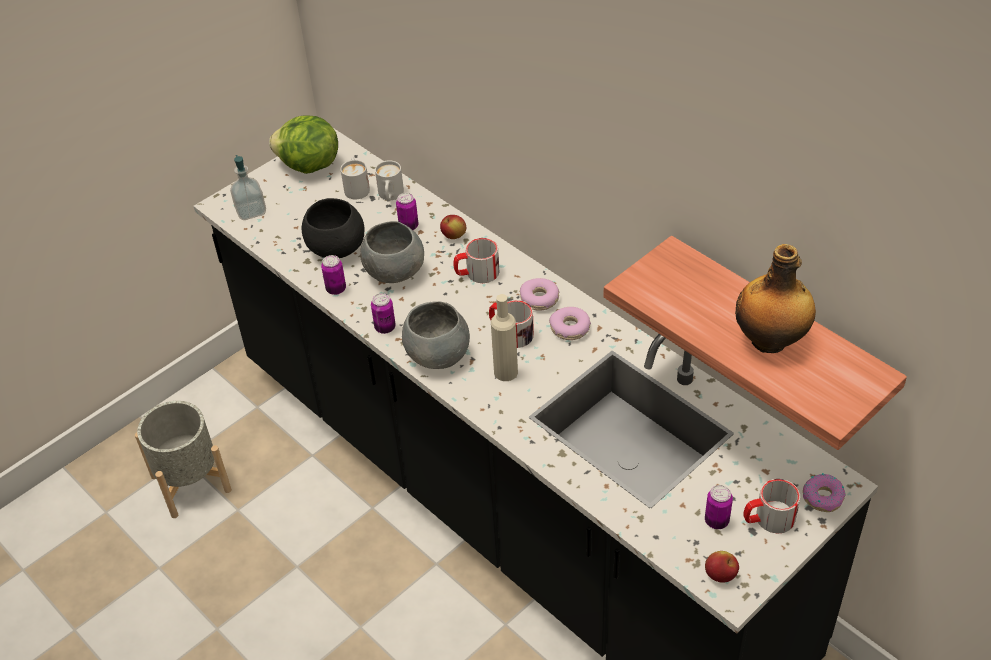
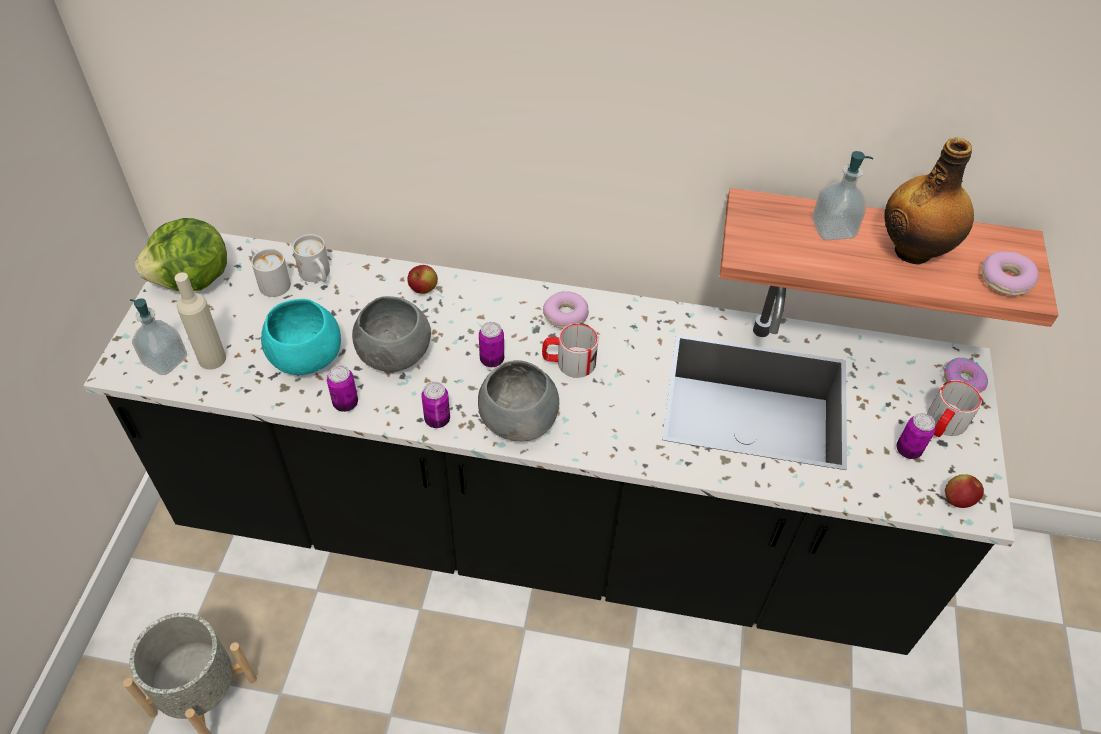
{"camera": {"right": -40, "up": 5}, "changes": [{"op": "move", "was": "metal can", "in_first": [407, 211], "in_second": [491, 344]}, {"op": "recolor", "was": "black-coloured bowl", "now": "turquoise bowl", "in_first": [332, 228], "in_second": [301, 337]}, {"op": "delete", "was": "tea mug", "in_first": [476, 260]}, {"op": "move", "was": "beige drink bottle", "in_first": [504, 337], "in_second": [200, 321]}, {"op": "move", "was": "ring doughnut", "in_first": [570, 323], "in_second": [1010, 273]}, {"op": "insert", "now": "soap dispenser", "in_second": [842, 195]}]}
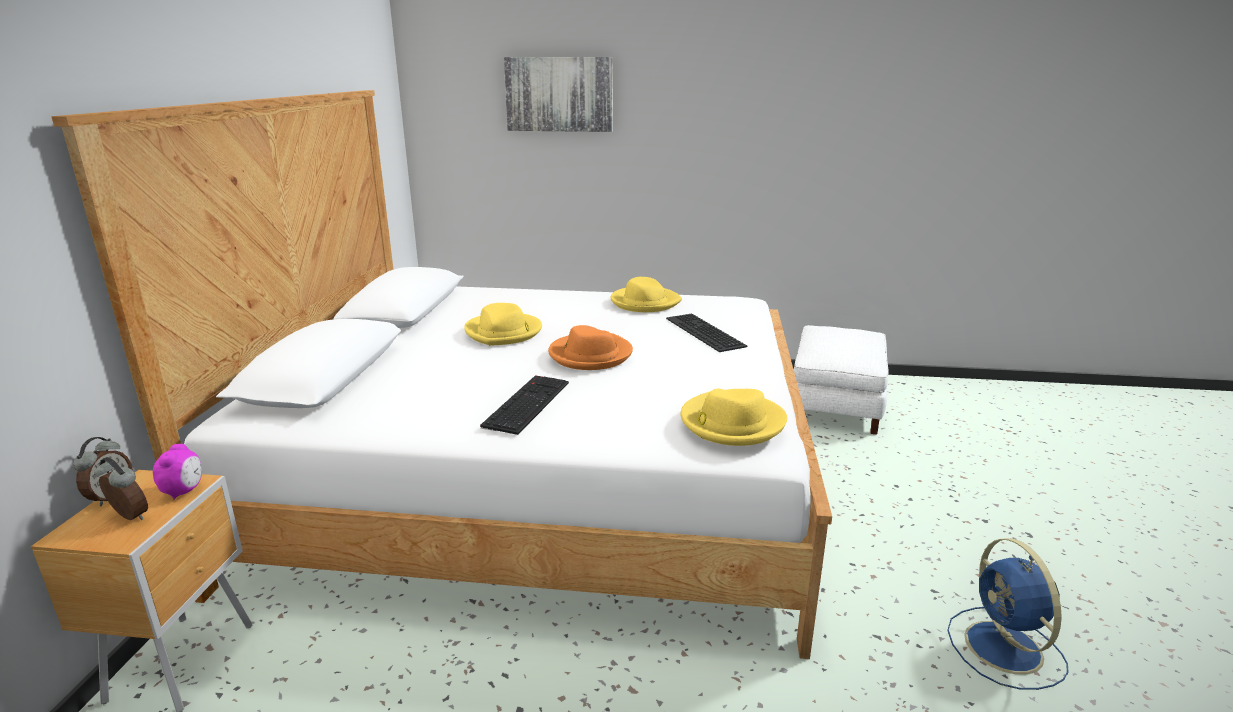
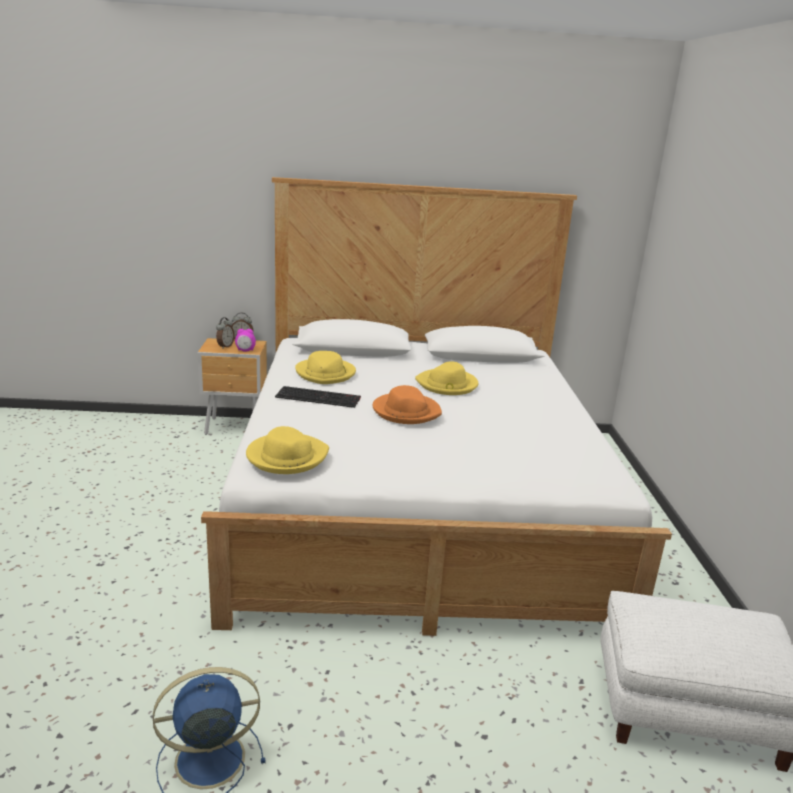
{"camera": {"right": 80, "up": 0}, "changes": [{"op": "delete", "was": "wall picture", "in_first": [558, 94]}, {"op": "move", "was": "yellowish wearable hat", "in_first": [646, 294], "in_second": [325, 367]}, {"op": "delete", "was": "keyboard", "in_first": [706, 333]}]}
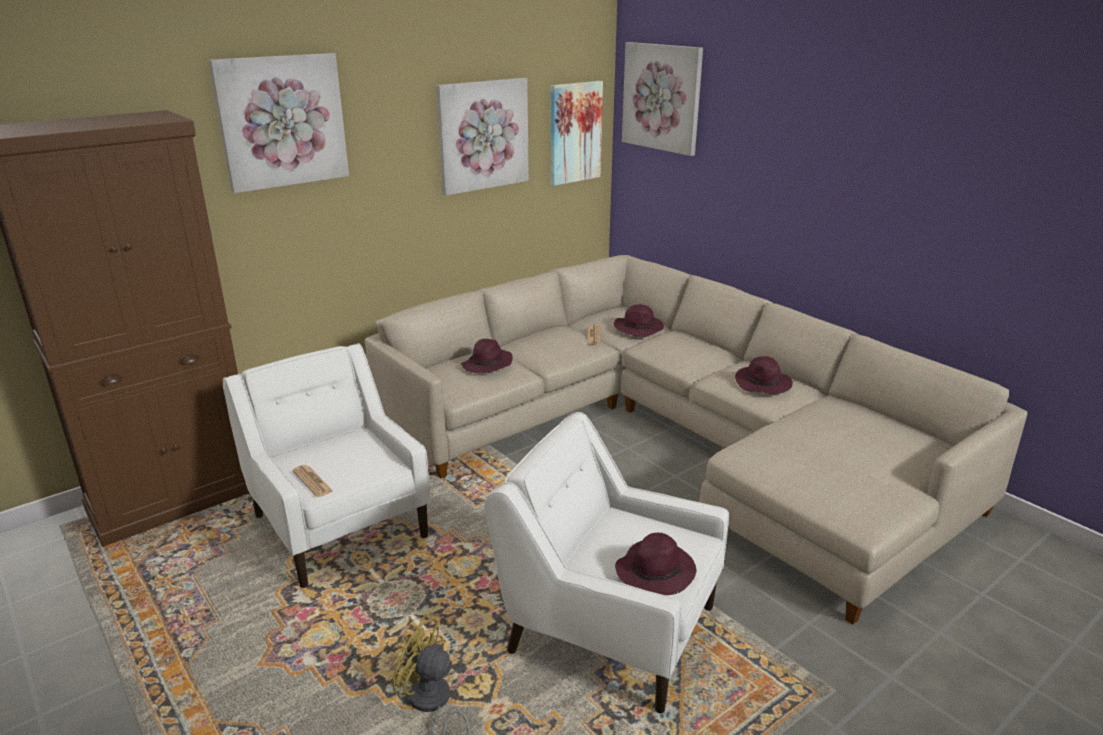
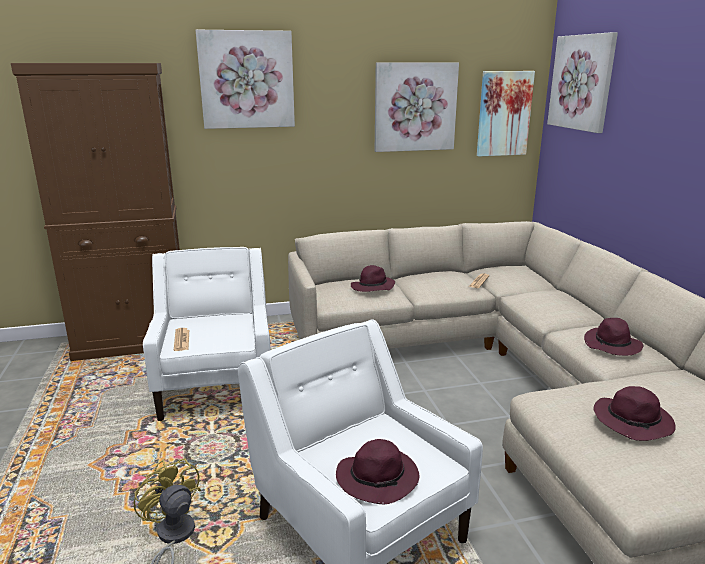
{"camera": {"right": 25, "up": -5}, "changes": [{"op": "move", "was": "purplish wearable hat", "in_first": [639, 320], "in_second": [634, 413]}]}
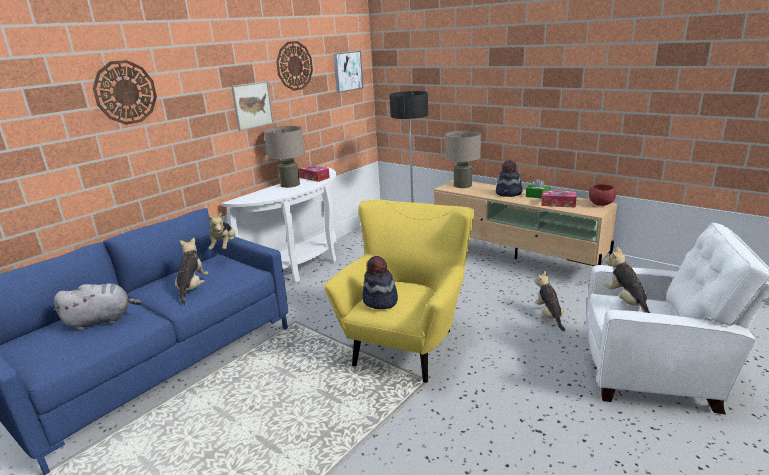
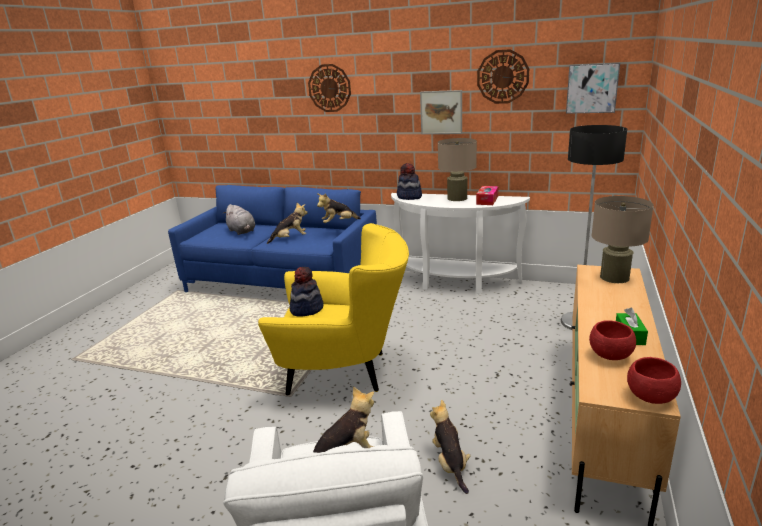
{"camera": {"right": 70, "up": 0}, "changes": [{"op": "move", "was": "wearable hat", "in_first": [509, 178], "in_second": [409, 181]}, {"op": "replace", "was": "tissue holder", "now": "red-coloured bowl", "in_first": [558, 199], "in_second": [612, 340]}, {"op": "rotate", "was": "soft toy", "in_first": [550, 301], "in_second": [450, 447], "clockwise": -75}]}
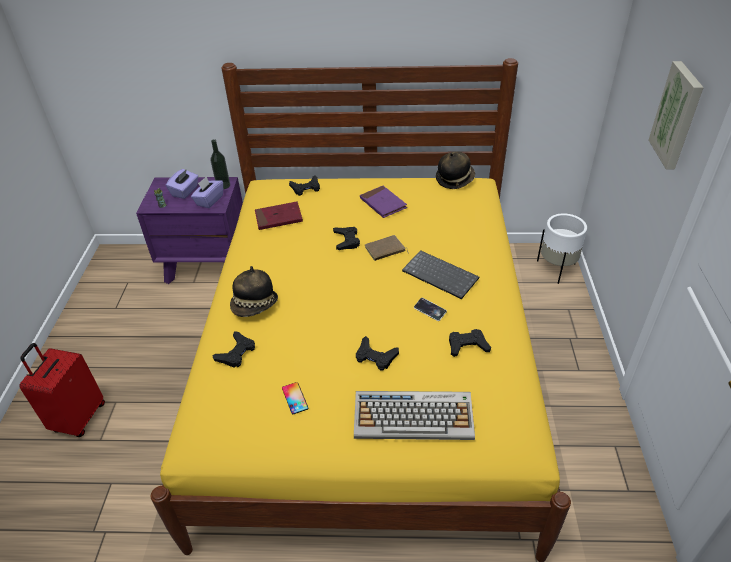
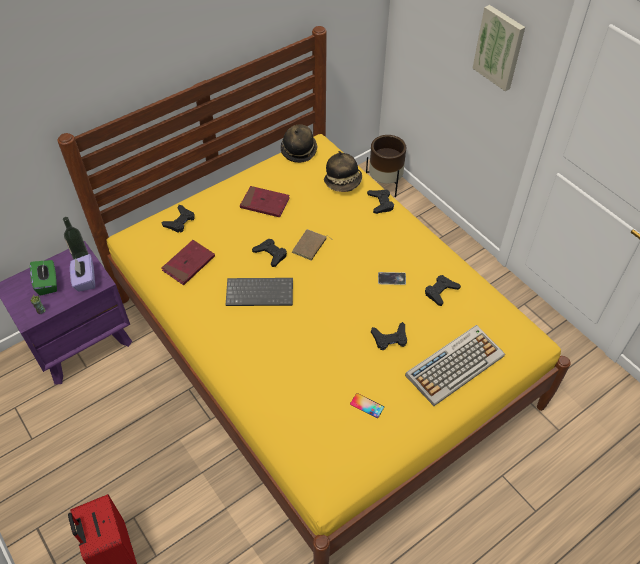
{"camera": {"right": -40, "up": 10}, "changes": [{"op": "recolor", "was": "purplish tissue holder", "now": "green-coloured tissue holder", "in_first": [182, 184], "in_second": [43, 277]}, {"op": "recolor", "was": "purplish book", "now": "red-coloured book", "in_first": [383, 202], "in_second": [265, 201]}, {"op": "recolor", "was": "white-coloured plant pot", "now": "brownish plant pot", "in_first": [562, 248], "in_second": [386, 166]}, {"op": "move", "was": "keyboard", "in_first": [440, 274], "in_second": [259, 292]}, {"op": "move", "was": "wearable hat", "in_first": [254, 291], "in_second": [343, 171]}, {"op": "move", "was": "black-coloured gamepad", "in_first": [233, 349], "in_second": [380, 202]}]}
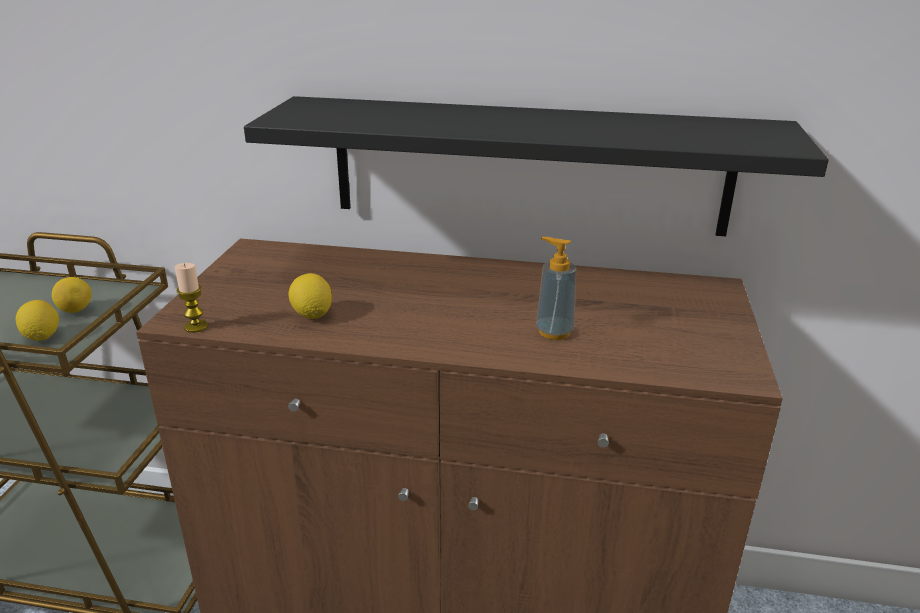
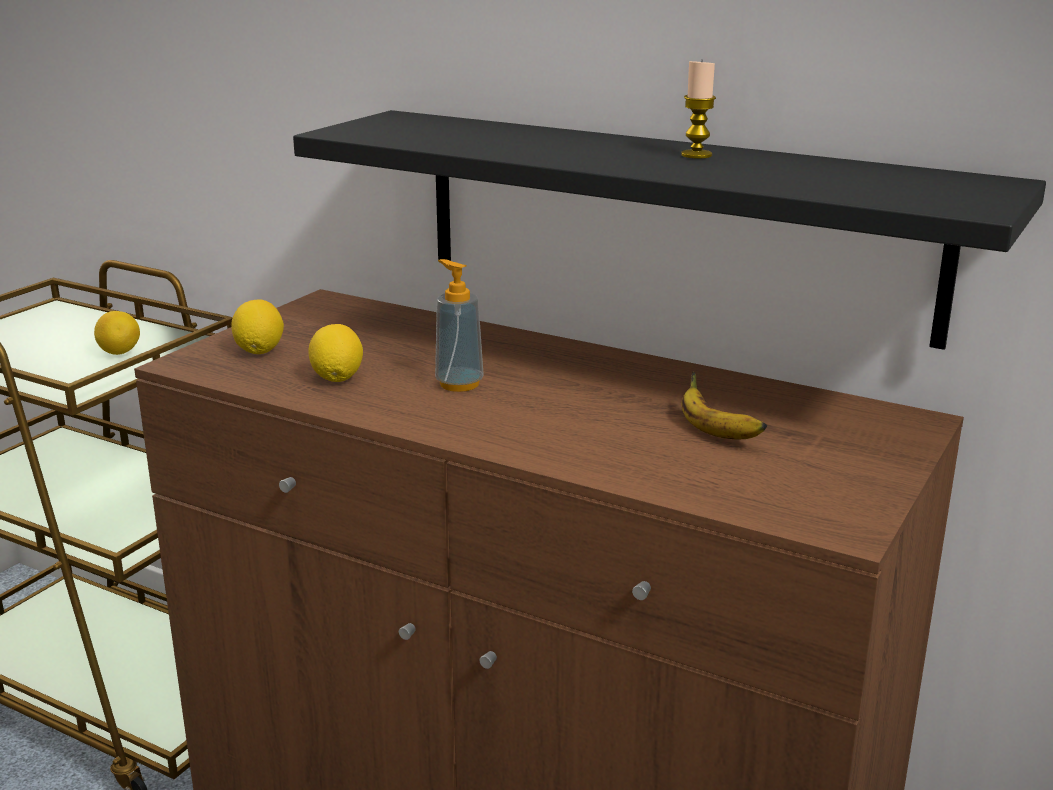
{"camera": {"right": 20, "up": -5}, "changes": [{"op": "move", "was": "soap dispenser", "in_first": [556, 288], "in_second": [459, 325]}, {"op": "move", "was": "wax light", "in_first": [191, 298], "in_second": [698, 109]}, {"op": "move", "was": "whole lemon", "in_first": [37, 320], "in_second": [257, 326]}, {"op": "insert", "now": "banana", "in_second": [724, 405]}]}
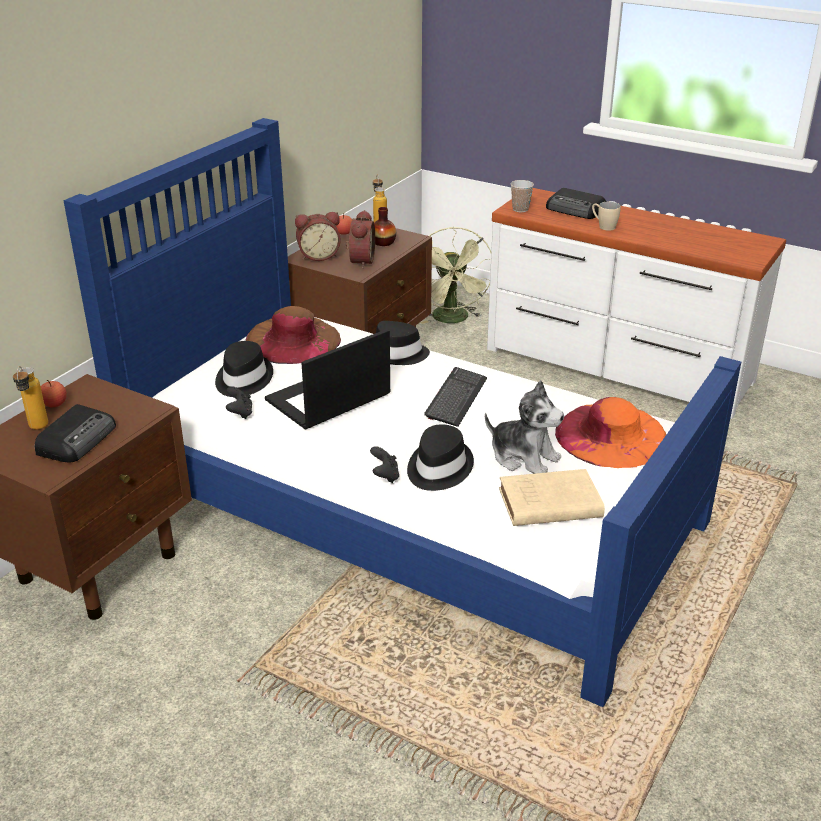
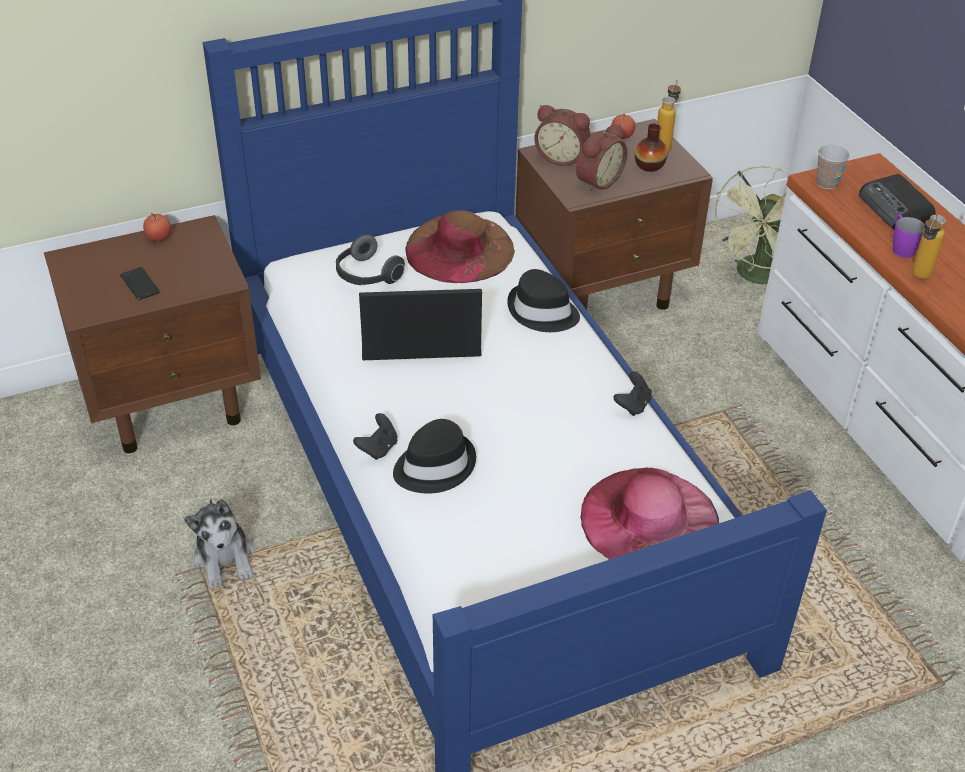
{"camera": {"right": 35, "up": 10}, "changes": [{"op": "recolor", "was": "beige tea mug", "now": "purplish tea mug", "in_first": [606, 216], "in_second": [909, 236]}, {"op": "replace", "was": "black-coloured wearable hat", "now": "headphones", "in_first": [244, 369], "in_second": [370, 259]}, {"op": "move", "was": "drink bottle", "in_first": [30, 398], "in_second": [929, 246]}, {"op": "delete", "was": "keyboard", "in_first": [455, 397]}, {"op": "move", "was": "soft toy", "in_first": [524, 427], "in_second": [219, 543]}, {"op": "move", "was": "black-coloured gamepad", "in_first": [239, 402], "in_second": [632, 394]}, {"op": "recolor", "was": "orange-coloured wearable hat", "now": "pink-coloured wearable hat", "in_first": [610, 432], "in_second": [650, 514]}, {"op": "replace", "was": "radio receiver", "now": "telephone", "in_first": [75, 433], "in_second": [140, 283]}, {"op": "delete", "was": "beige book", "in_first": [552, 497]}]}
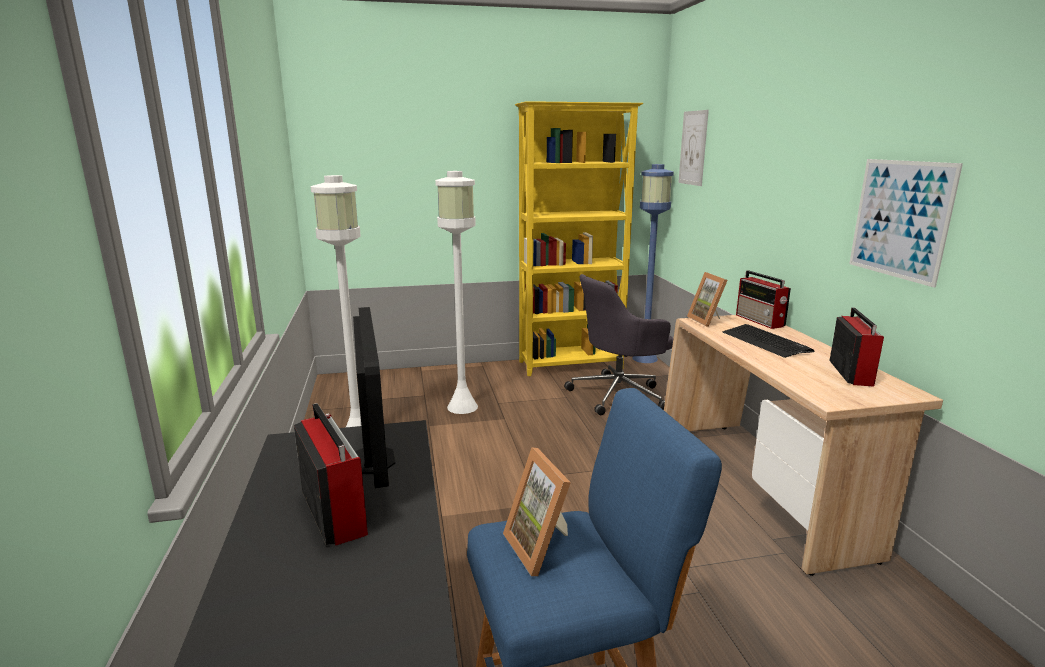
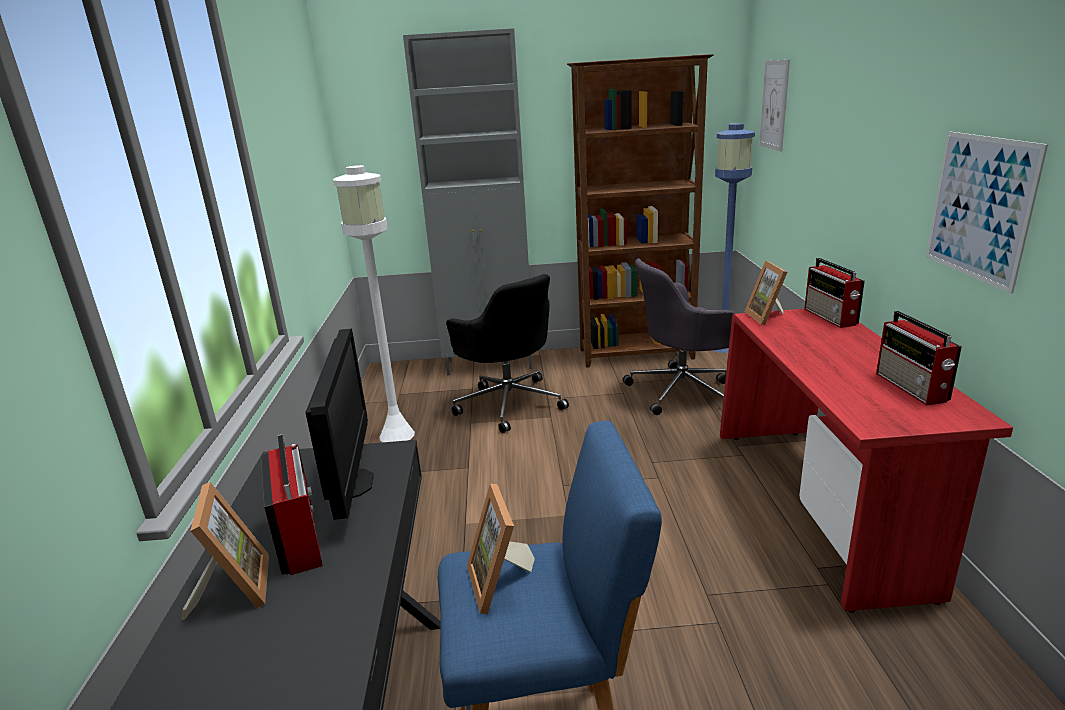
{"camera": {"right": 10, "up": 5}, "changes": [{"op": "recolor", "was": "yellowish bookcase", "now": "brownish bookcase", "in_first": [579, 238], "in_second": [640, 211]}, {"op": "replace", "was": "white-coloured standard lamp", "now": "black-coloured desk chair", "in_first": [456, 292], "in_second": [507, 353]}, {"op": "rotate", "was": "radio receiver", "in_first": [856, 347], "in_second": [919, 358], "clockwise": 150}, {"op": "recolor", "was": "beige desk", "now": "red-coloured desk", "in_first": [803, 445], "in_second": [866, 461]}, {"op": "delete", "was": "keyboard", "in_first": [768, 341]}, {"op": "insert", "now": "gray cupboard", "in_second": [467, 201]}, {"op": "insert", "now": "standing frame", "in_second": [225, 551]}]}
